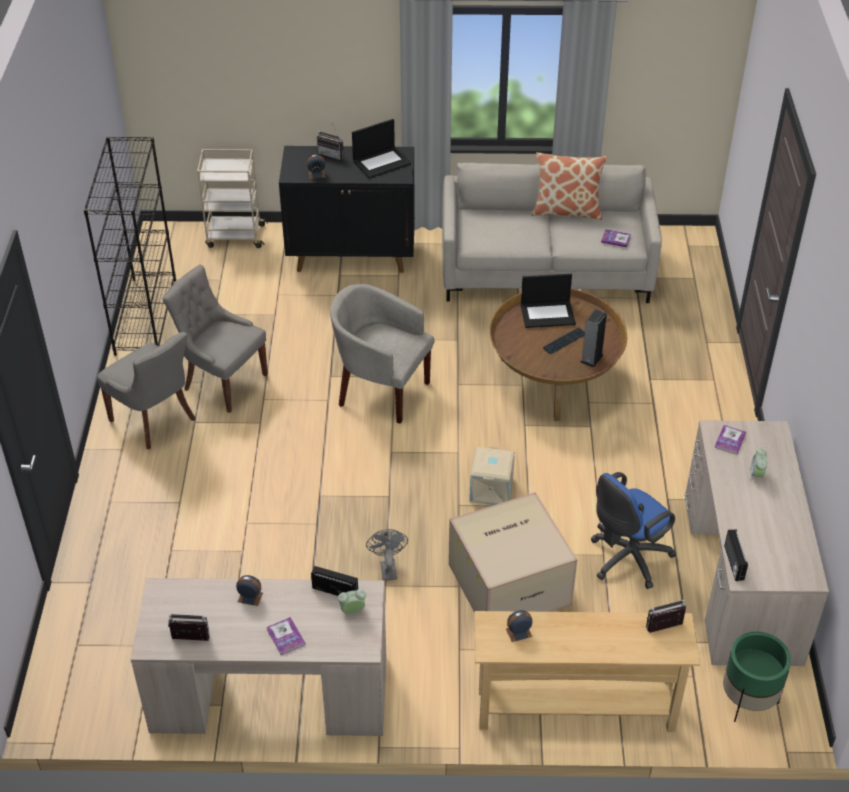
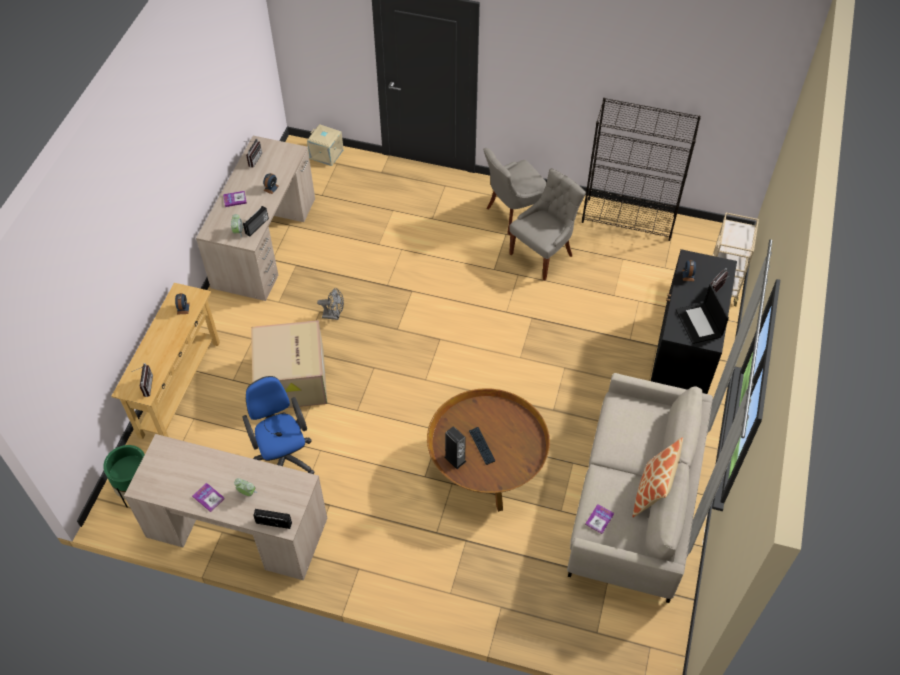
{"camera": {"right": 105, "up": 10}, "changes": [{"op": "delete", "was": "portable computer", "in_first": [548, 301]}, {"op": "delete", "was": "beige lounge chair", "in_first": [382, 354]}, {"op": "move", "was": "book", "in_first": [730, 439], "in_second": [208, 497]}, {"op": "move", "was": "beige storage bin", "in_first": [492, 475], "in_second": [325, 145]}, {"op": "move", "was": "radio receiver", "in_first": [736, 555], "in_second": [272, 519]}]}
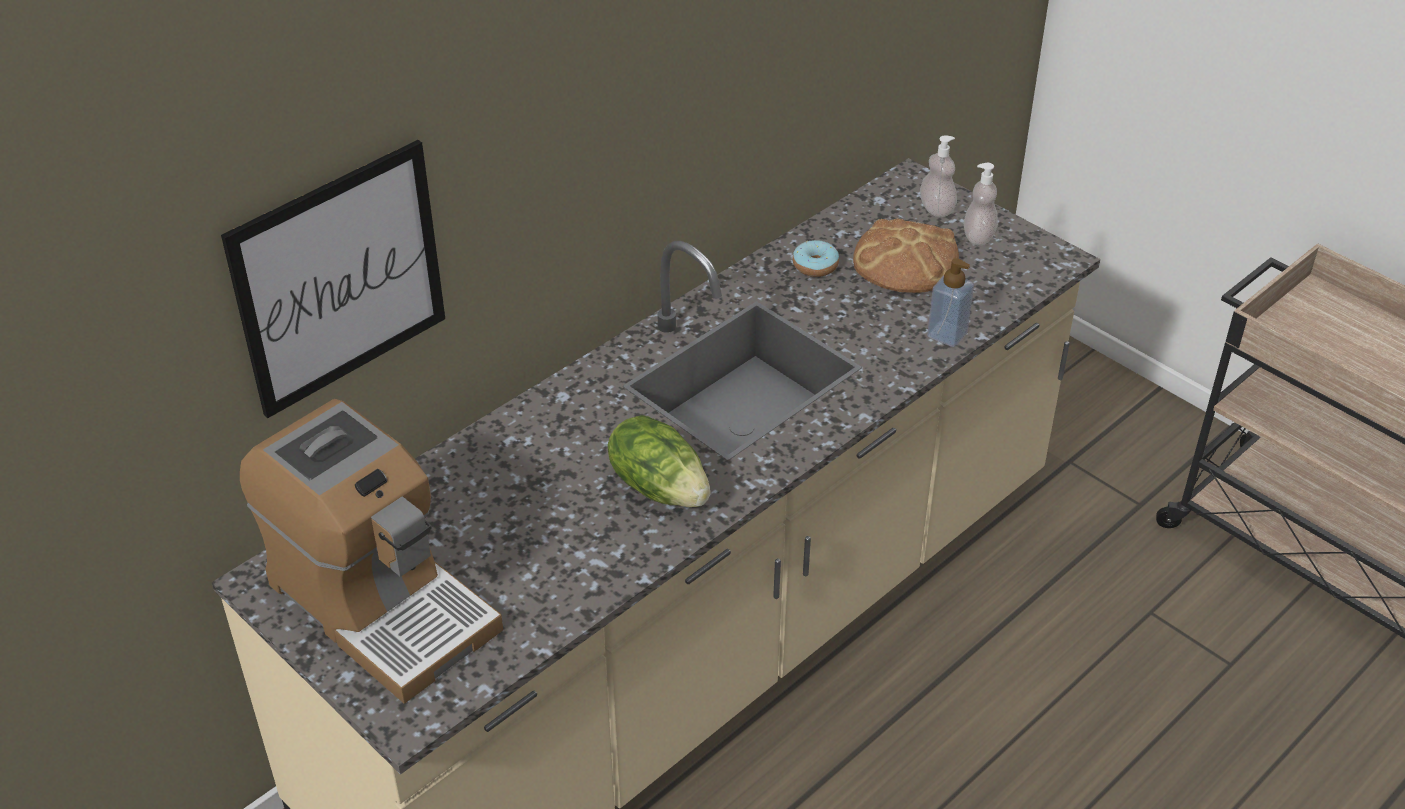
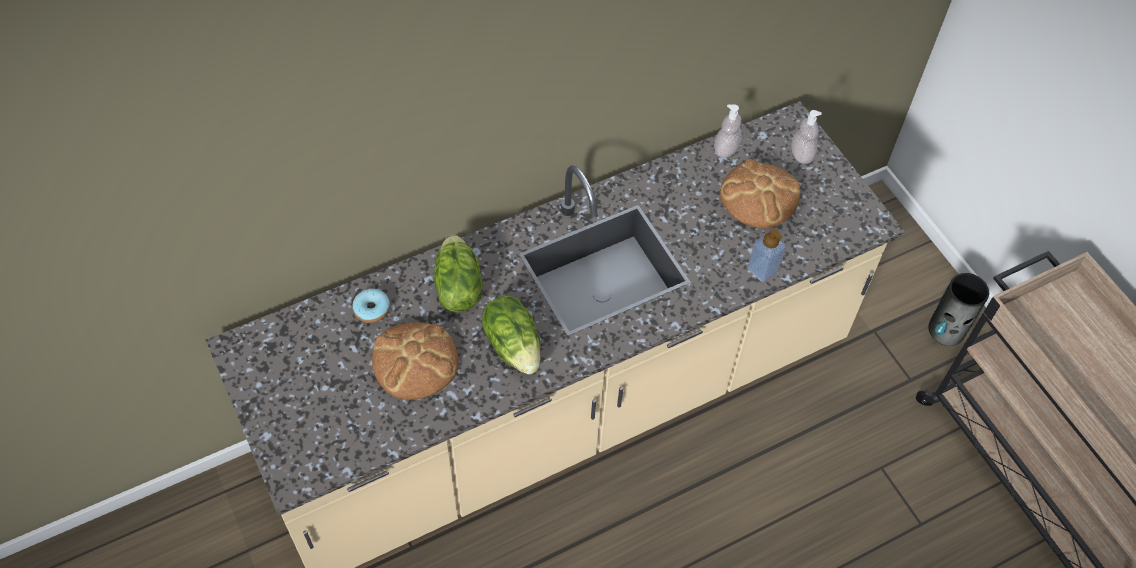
{"camera": {"right": 15, "up": 15}, "changes": [{"op": "delete", "was": "wall picture", "in_first": [333, 279]}, {"op": "move", "was": "soap dispenser", "in_first": [981, 204], "in_second": [728, 131]}, {"op": "move", "was": "ring doughnut", "in_first": [816, 258], "in_second": [371, 306]}, {"op": "delete", "was": "coffee maker", "in_first": [371, 551]}, {"op": "insert", "now": "lettuce head", "in_second": [458, 273]}, {"op": "insert", "now": "vase", "in_second": [958, 309]}, {"op": "insert", "now": "baked bread", "in_second": [415, 361]}]}
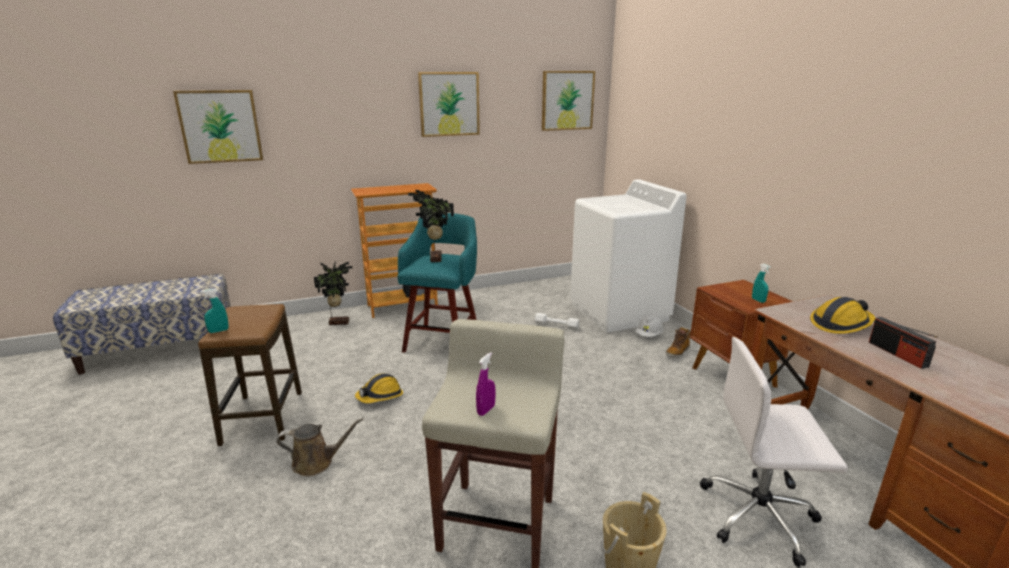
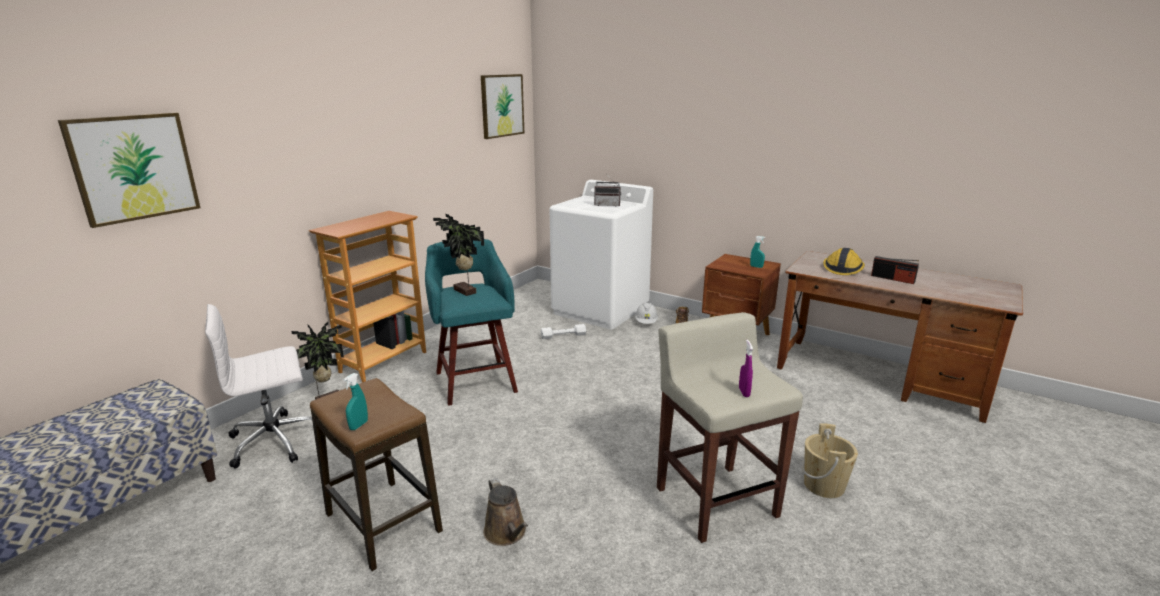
{"camera": {"right": -35, "up": 0}, "changes": [{"op": "delete", "was": "wall picture", "in_first": [449, 104]}, {"op": "move", "was": "white-coloured desk chair", "in_first": [774, 452], "in_second": [258, 386]}, {"op": "delete", "was": "safety helmet", "in_first": [379, 388]}, {"op": "rotate", "was": "brownish sprinkling can", "in_first": [319, 447], "in_second": [505, 512], "clockwise": 105}, {"op": "insert", "now": "radio receiver", "in_second": [607, 190]}]}
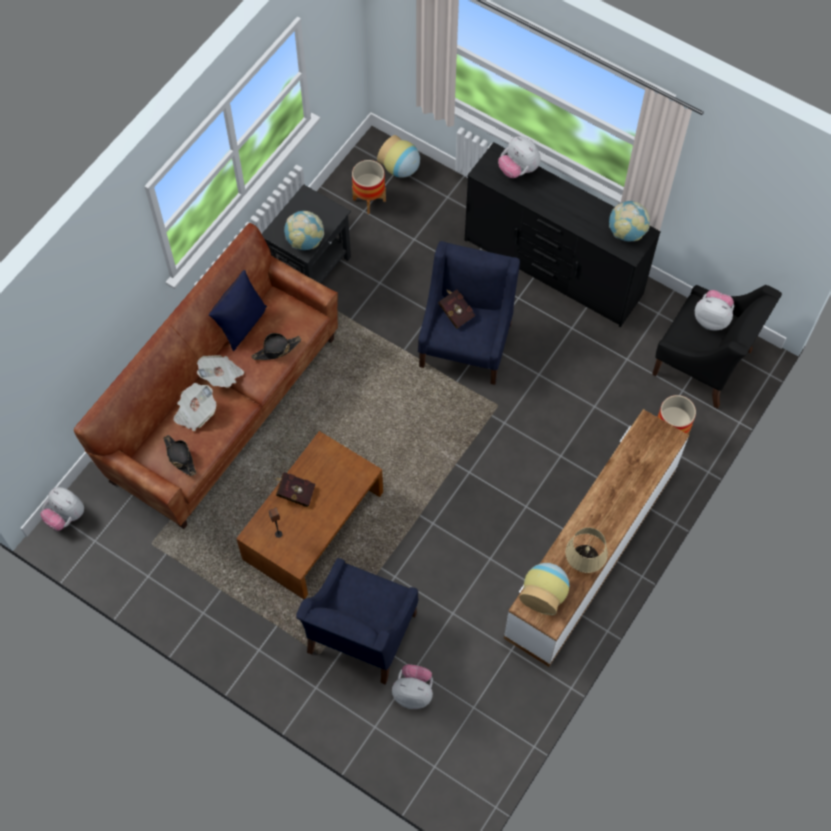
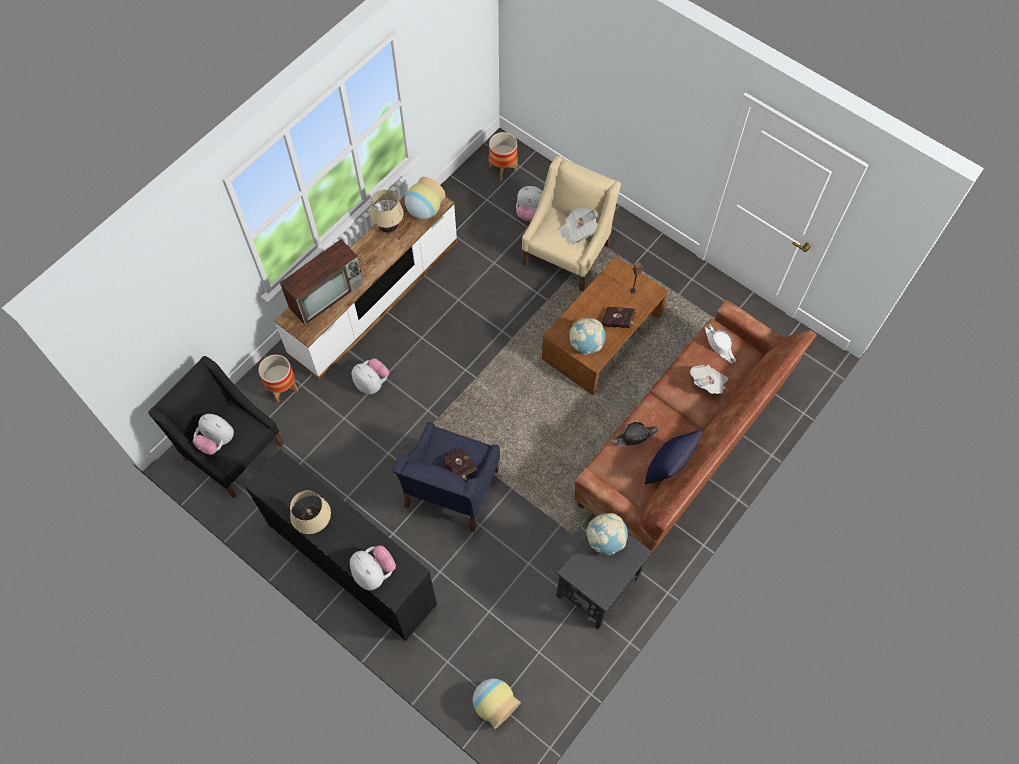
{"camera": {"right": -175, "up": 0}, "changes": [{"op": "move", "was": "plant pot", "in_first": [369, 187], "in_second": [503, 156]}, {"op": "move", "was": "desk globe", "in_first": [629, 221], "in_second": [587, 336]}, {"op": "move", "was": "printed paper", "in_first": [220, 371], "in_second": [577, 226]}, {"op": "recolor", "was": "black-coloured wearable hat", "now": "white-coloured wearable hat", "in_first": [179, 455], "in_second": [720, 343]}, {"op": "move", "was": "soft toy", "in_first": [62, 509], "in_second": [370, 376]}, {"op": "recolor", "was": "blue lounge chair", "now": "beige lounge chair", "in_first": [357, 621], "in_second": [571, 224]}, {"op": "insert", "now": "TV set", "in_second": [322, 282]}, {"op": "insert", "now": "beige table lamp", "in_second": [310, 512]}]}
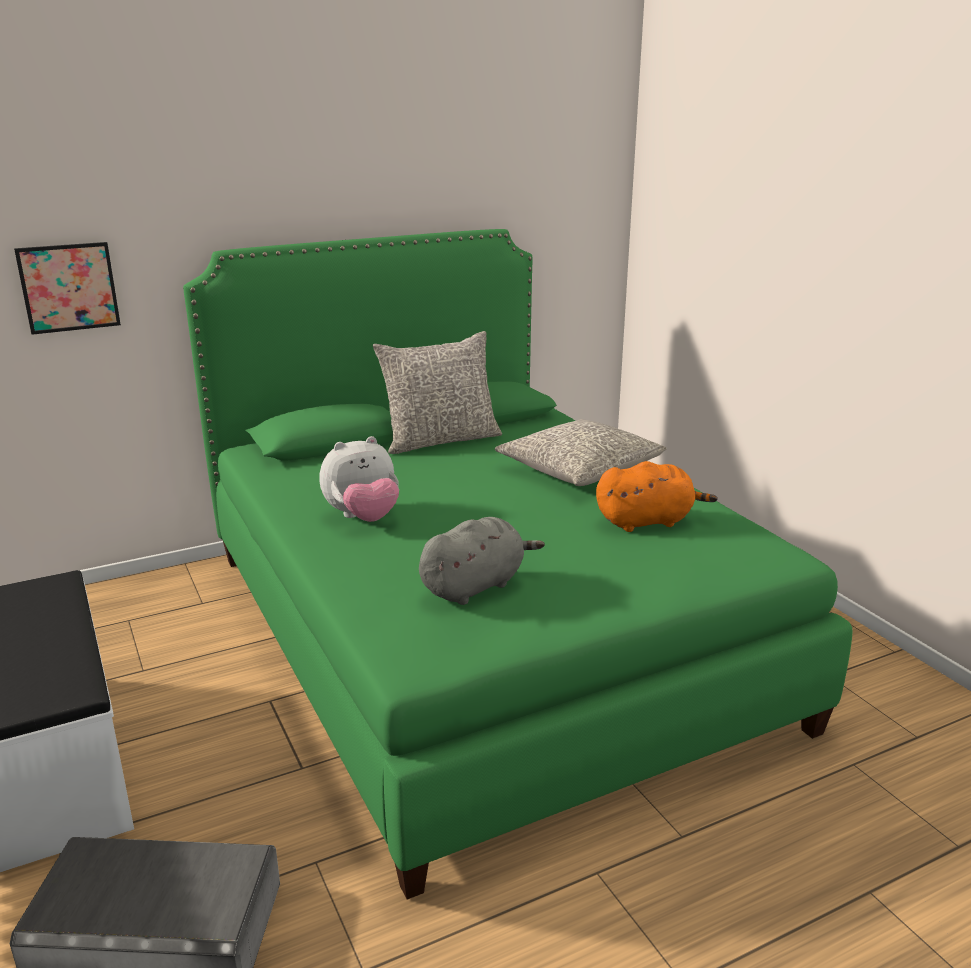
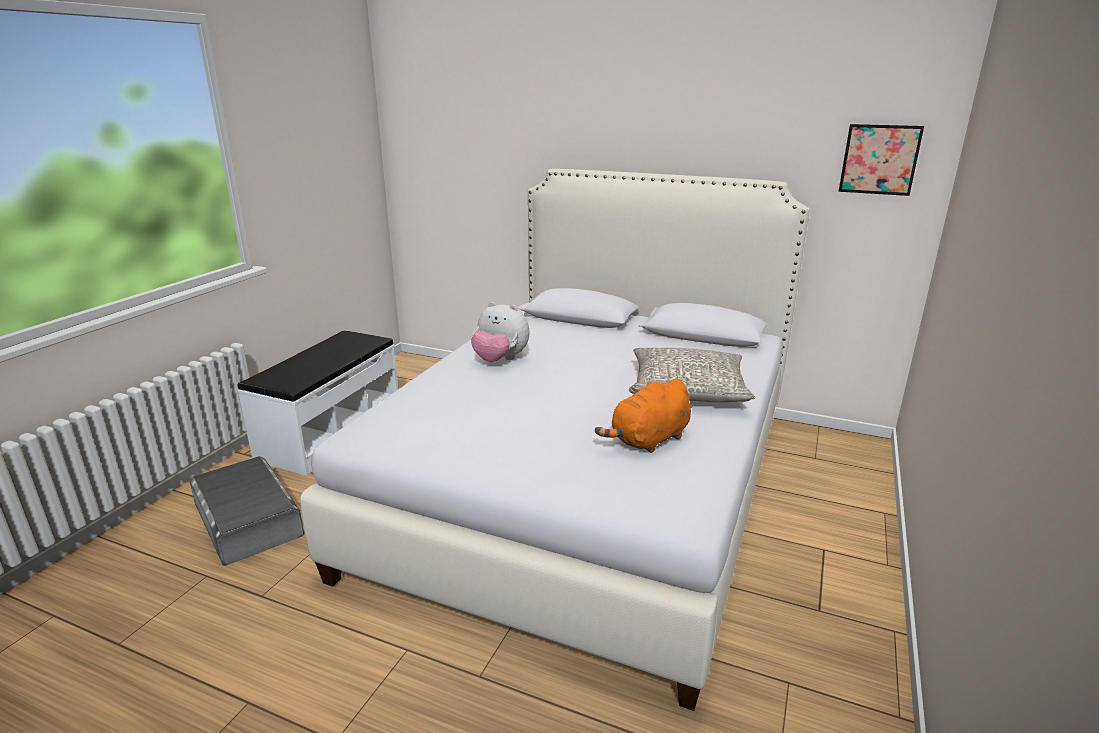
{"camera": {"right": 50, "up": 0}, "changes": [{"op": "recolor", "was": "green-coloured sleeping bed", "now": "white-coloured sleeping bed", "in_first": [517, 564], "in_second": [555, 440]}, {"op": "move", "was": "wall picture", "in_first": [67, 288], "in_second": [881, 160]}, {"op": "delete", "was": "gray throw pillow", "in_first": [437, 392]}, {"op": "rotate", "was": "orange-coloured soft toy", "in_first": [657, 496], "in_second": [643, 415], "clockwise": 105}, {"op": "delete", "was": "gray soft toy", "in_first": [482, 561]}]}
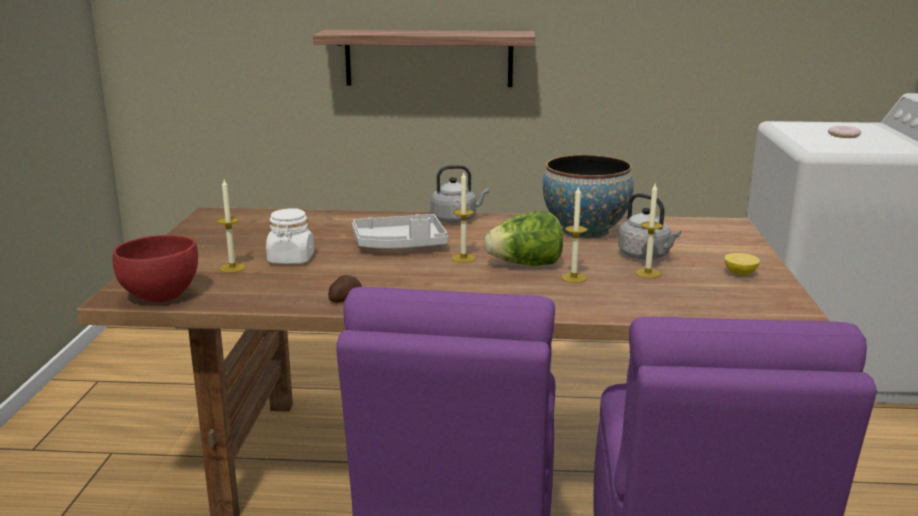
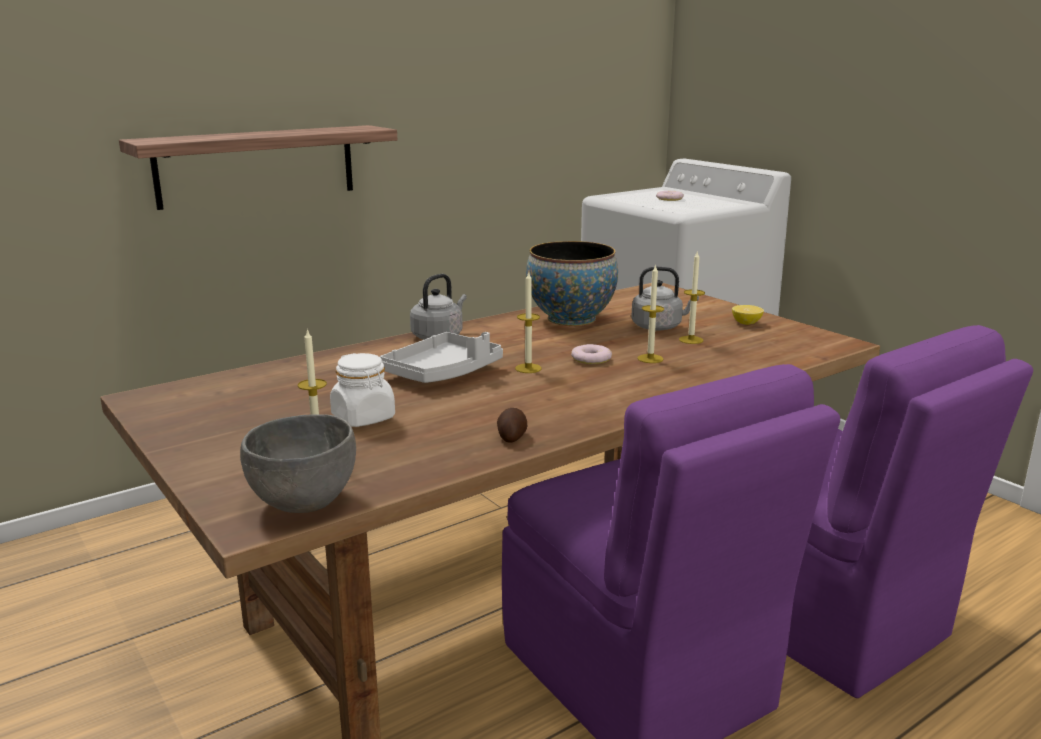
{"camera": {"right": -40, "up": 0}, "changes": [{"op": "replace", "was": "lettuce head", "now": "ring doughnut", "in_first": [524, 238], "in_second": [591, 354]}, {"op": "recolor", "was": "red-coloured bowl", "now": "gray bowl", "in_first": [155, 268], "in_second": [298, 463]}]}
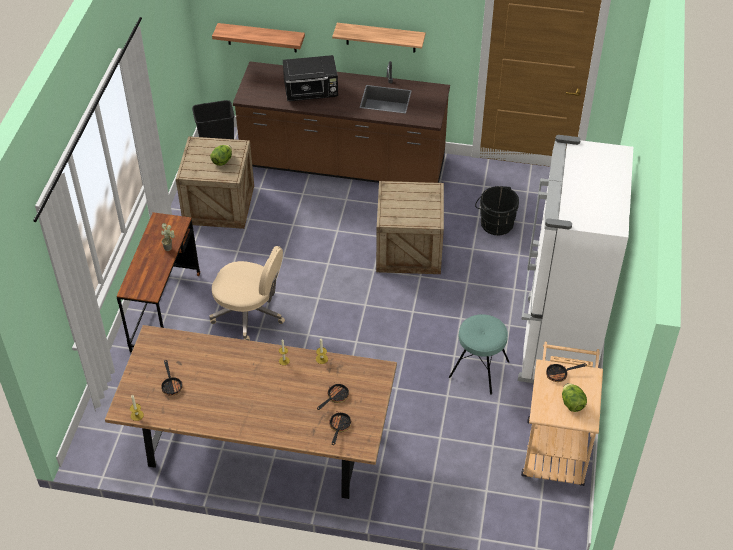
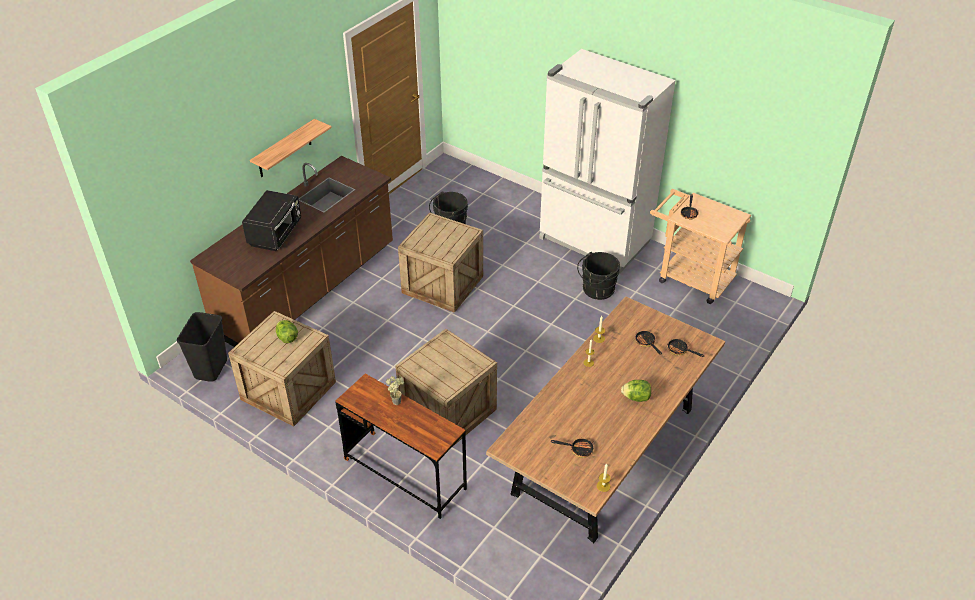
{"camera": {"right": -65, "up": -5}, "changes": [{"op": "delete", "was": "bracket shelf", "in_first": [258, 37]}, {"op": "replace", "was": "beige desk chair", "now": "crate", "in_first": [247, 293], "in_second": [446, 388]}, {"op": "replace", "was": "turquoise sitting stool", "now": "black-coloured pail", "in_first": [479, 354], "in_second": [598, 276]}, {"op": "move", "was": "lettuce head", "in_first": [574, 397], "in_second": [636, 391]}]}
